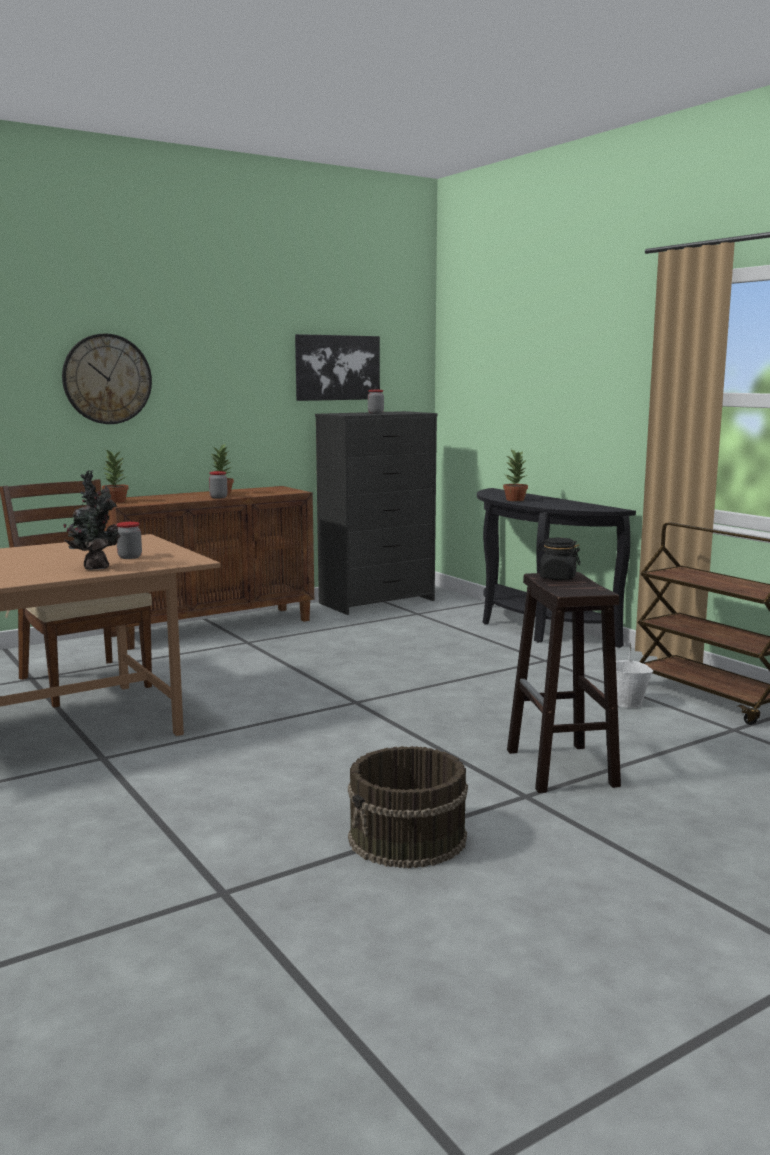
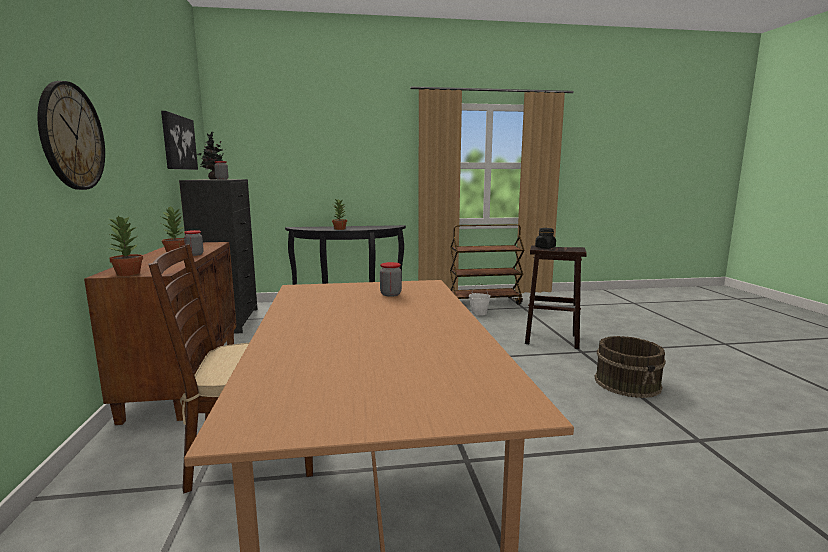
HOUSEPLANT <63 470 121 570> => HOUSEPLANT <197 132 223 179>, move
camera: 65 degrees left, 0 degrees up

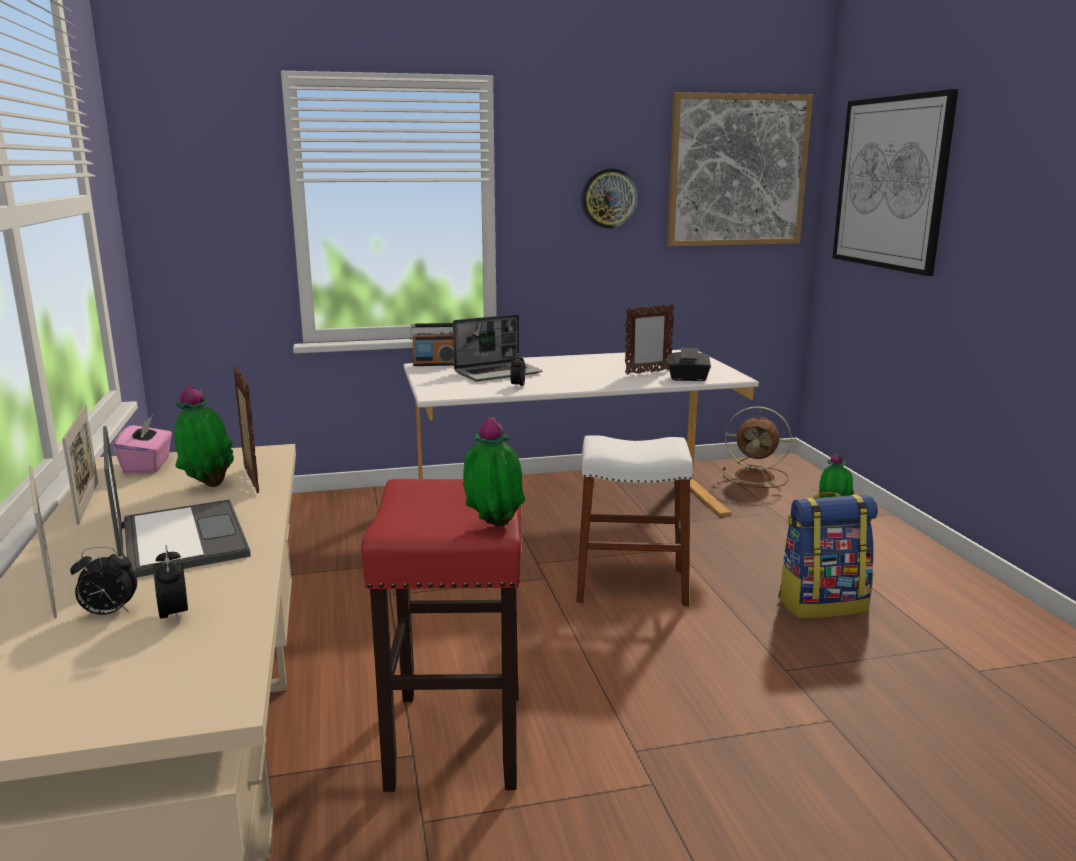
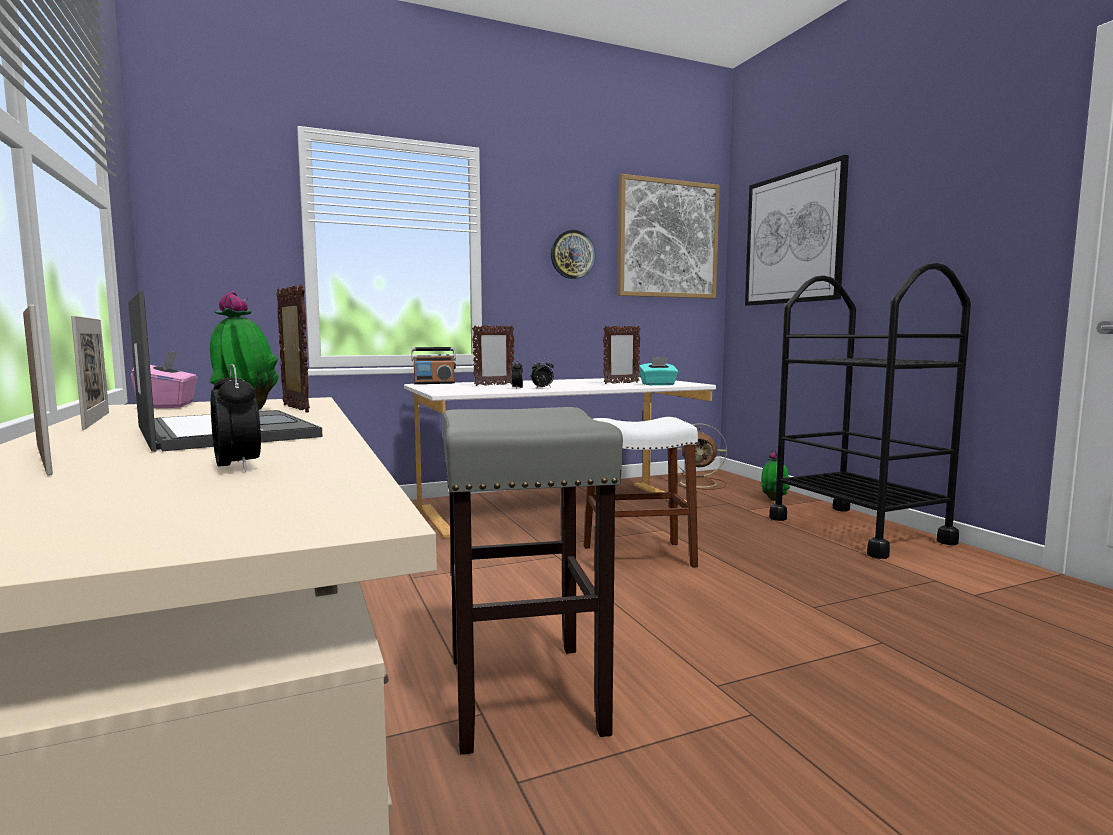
PORTABLE COMPUTER <453 314 542 381> => PICTURE FRAME <472 325 514 386>
BLACK TISSUE BOX <667 348 711 381> => TURQUOISE-COLOURED TISSUE BOX <639 357 678 385>
HOUSEPLANT <463 417 526 526> => nothing
REDDISH STOOL <361 479 521 792> => GREY STOOL <443 407 623 755>
BACKPACK <778 492 878 618> => nothing
ALARM CLOCK <70 547 137 617> => ALARM CLOCK <531 358 554 387>, move
nothing => BLACK CART <769 263 971 559>
camera: 10 degrees left, 10 degrees down

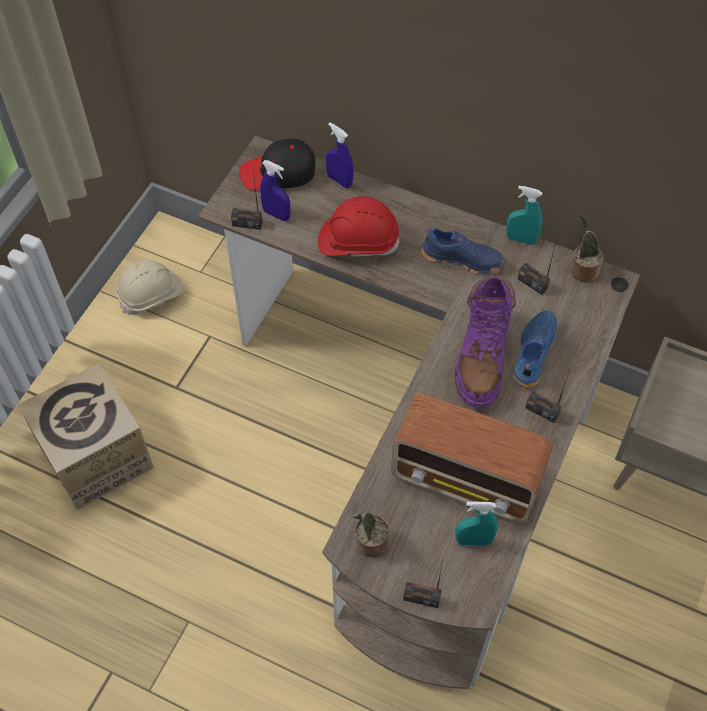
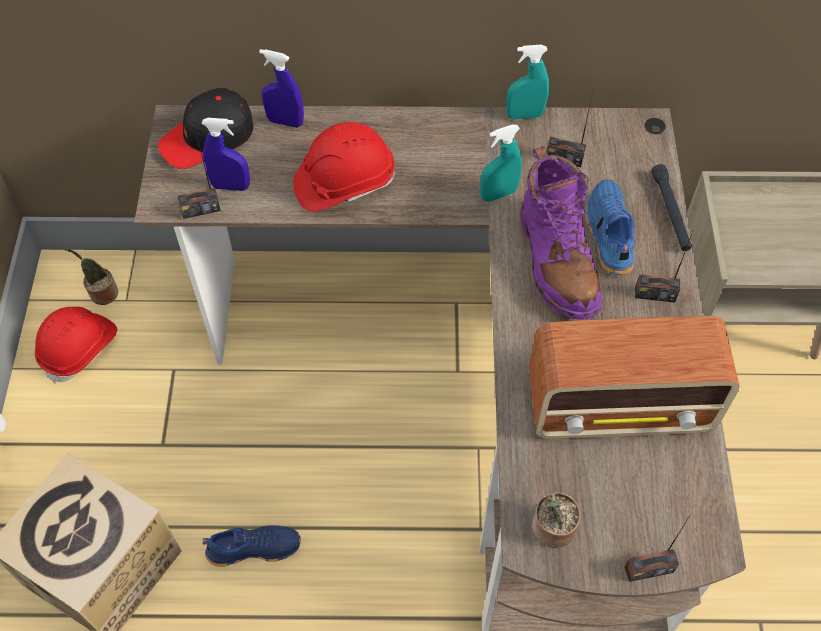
HOUSEPLANT <570 215 603 282> => HOUSEPLANT <64 248 118 305>, move
BLUISH ITEM OF FOOTWEAR <421 227 504 274> => BLUISH ITEM OF FOOTWEAR <203 525 301 567>, move
BEIGE WORK HELMET <116 260 185 315> => REDDISH WORK HELMET <35 307 117 384>
TURQUOISE-COLOURED SPRAY BOTTLE <455 501 498 546> => TURQUOISE-COLOURED SPRAY BOTTLE <480 124 522 202>, move
nothing => BLACK FLASHLIGHT <651 164 692 251>
camera: 25 degrees left, 0 degrees up

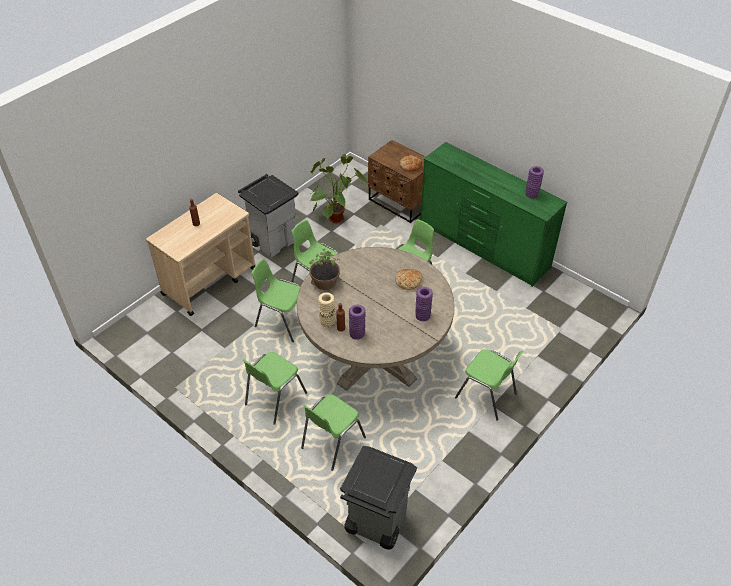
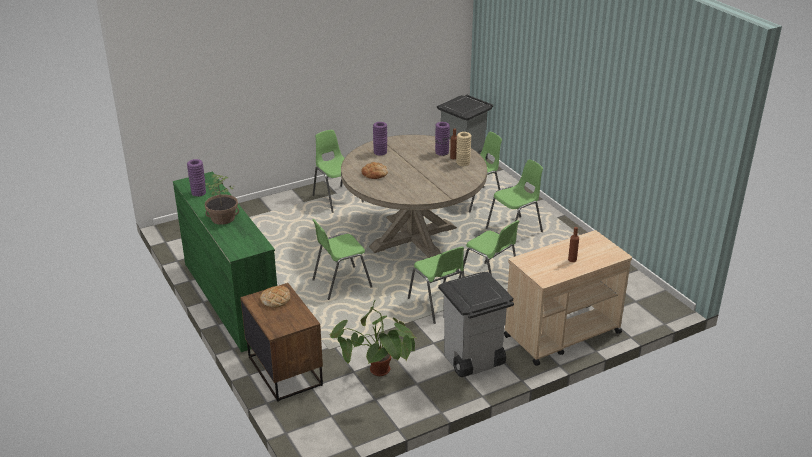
HOUSEPLANT <309 249 340 290> => HOUSEPLANT <205 174 239 225>, move
camera: 160 degrees left, 15 degrees down

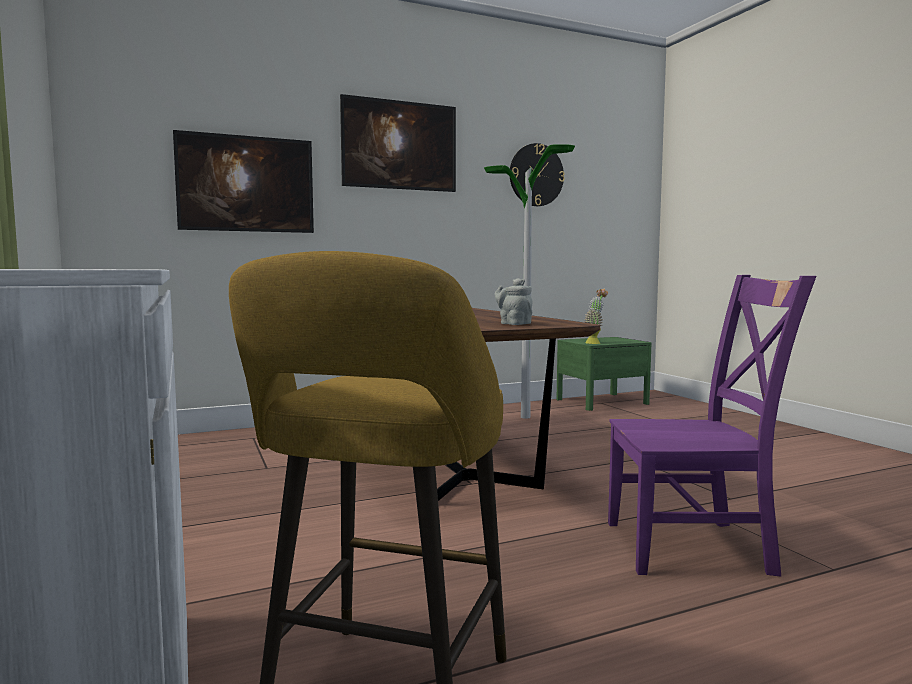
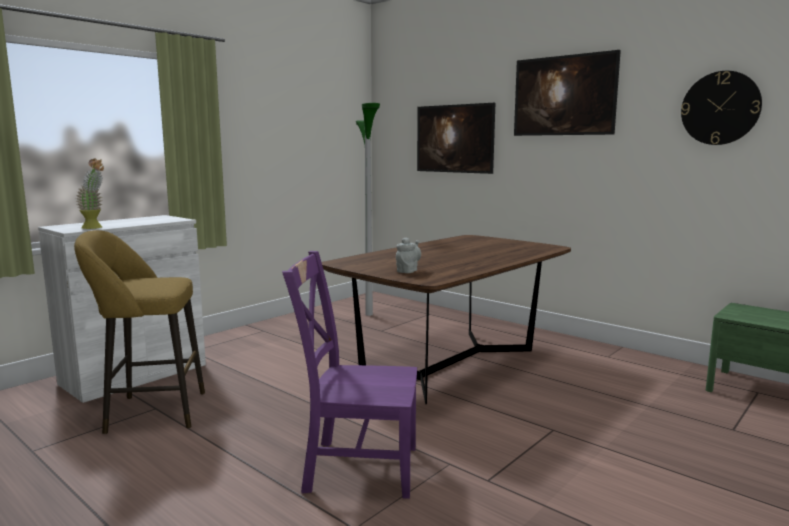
FLOOR LAMP <484 144 575 419> => FLOOR LAMP <356 103 380 316>, move
PURPLE-COLOURED CHAIR <608 275 816 576> => PURPLE-COLOURED CHAIR <282 251 417 499>, 120 degrees clockwise
HOUSEPLANT <584 289 608 344> => HOUSEPLANT <76 159 104 229>, move
camera: 65 degrees right, 5 degrees up

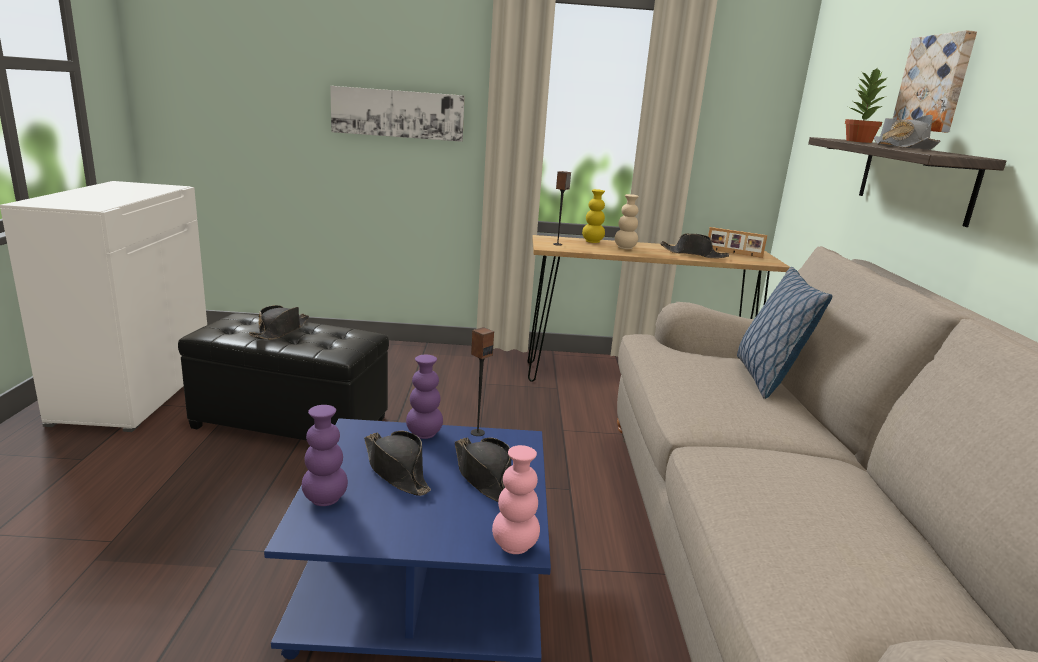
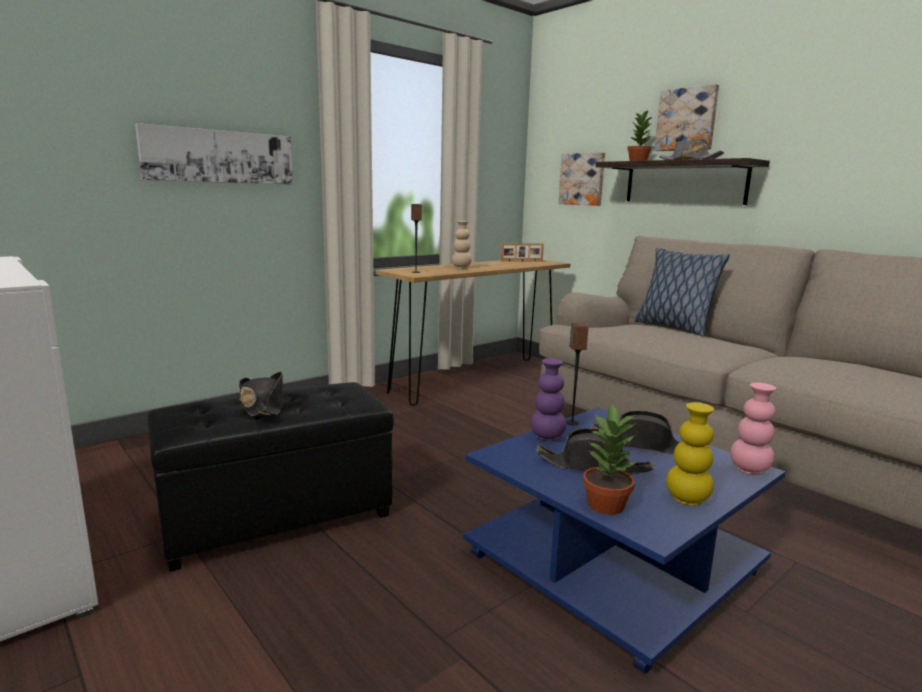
YELLOWISH DECORATIVE VASE <582 189 605 243> => YELLOWISH DECORATIVE VASE <666 402 714 506>, move
BLACK HAT <660 233 729 258> => nothing
PURPLE-COLOURED DECORATIVE VASE <302 405 348 506> => HOUSEPLANT <583 404 637 515>
nothing => PICTURE <558 152 605 206>
camera: 40 degrees left, 5 degrees down

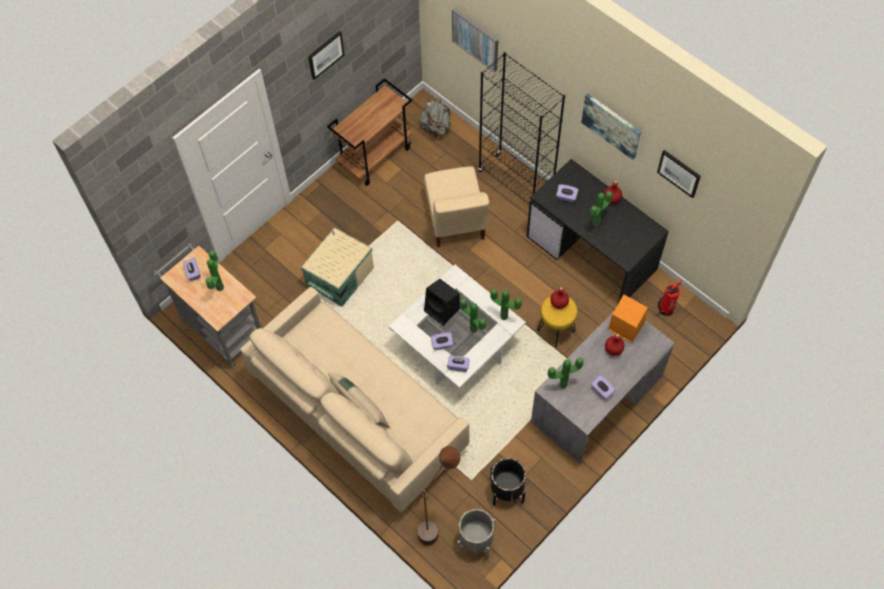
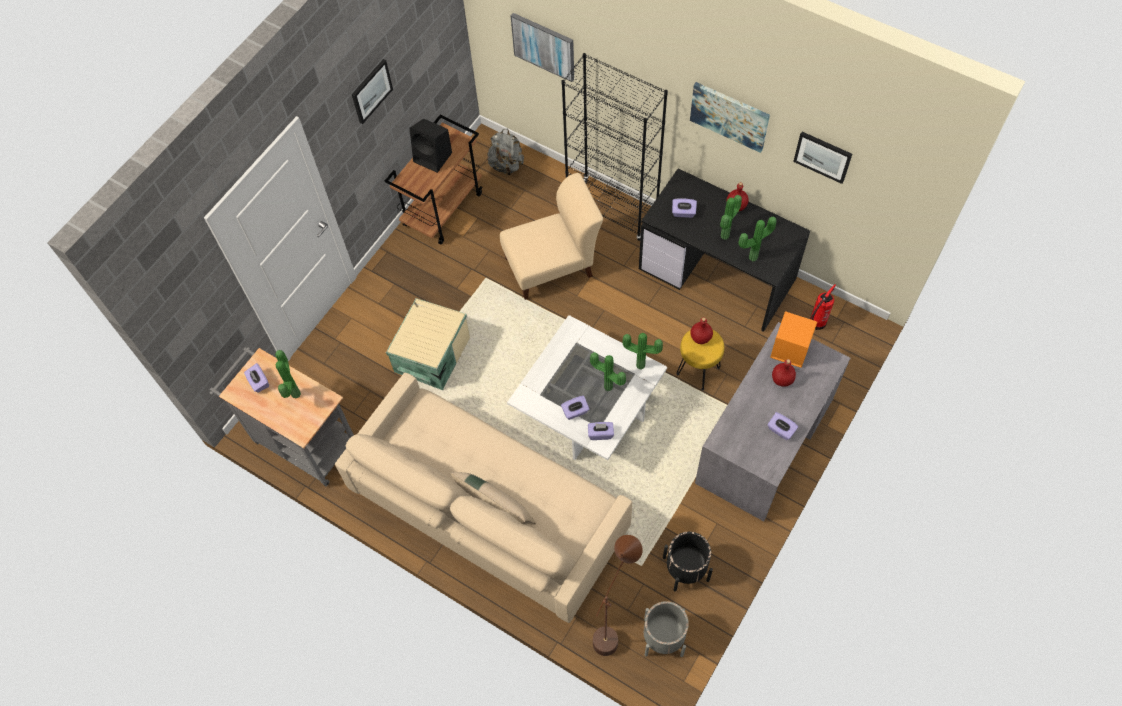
BEIGE CHAIR <424 166 489 247> => BEIGE CHAIR <500 173 603 300>, 90 degrees counterclockwise
BLACK LOUDSPEAKER <424 279 460 326> => BLACK LOUDSPEAKER <410 119 452 173>, move
HOUSEPLANT <548 357 583 389> => HOUSEPLANT <738 217 777 261>, move
camera: 10 degrees left, 0 degrees up

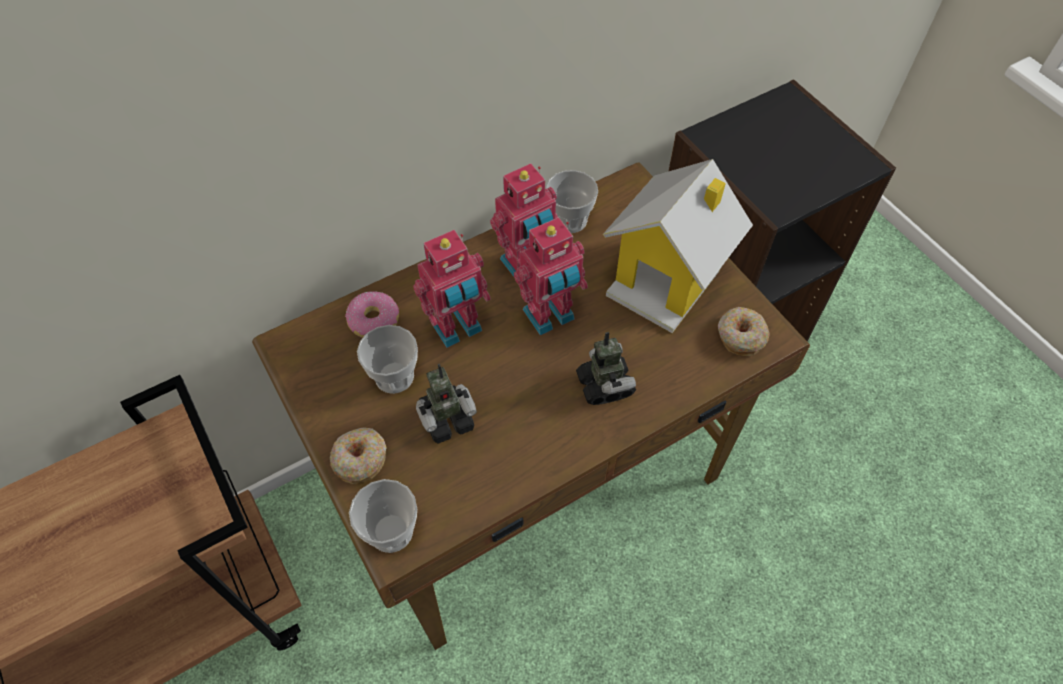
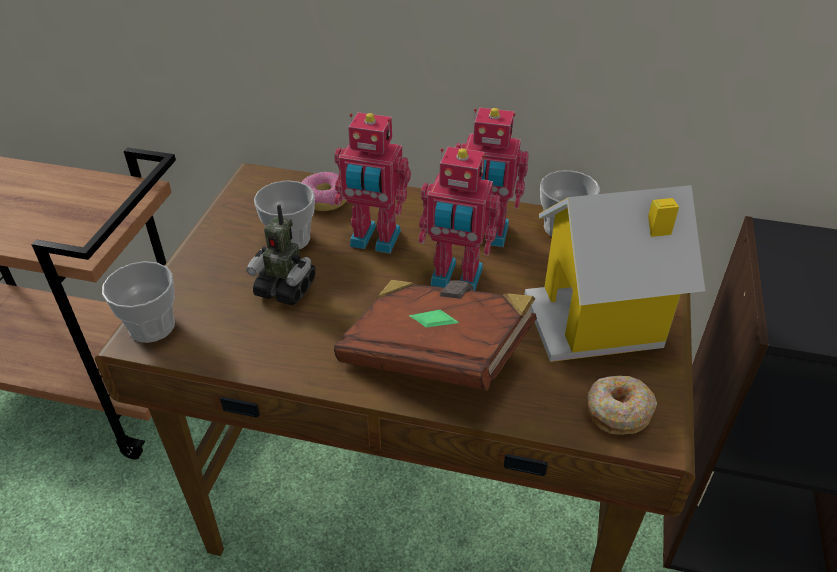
ROBOT FIGURE <576 332 636 405> => BROWN-COLOURED BOUND BOOK <334 280 537 390>
DOUGHNUT <330 427 387 484> => nothing
camera: 45 degrees right, 15 degrees down

